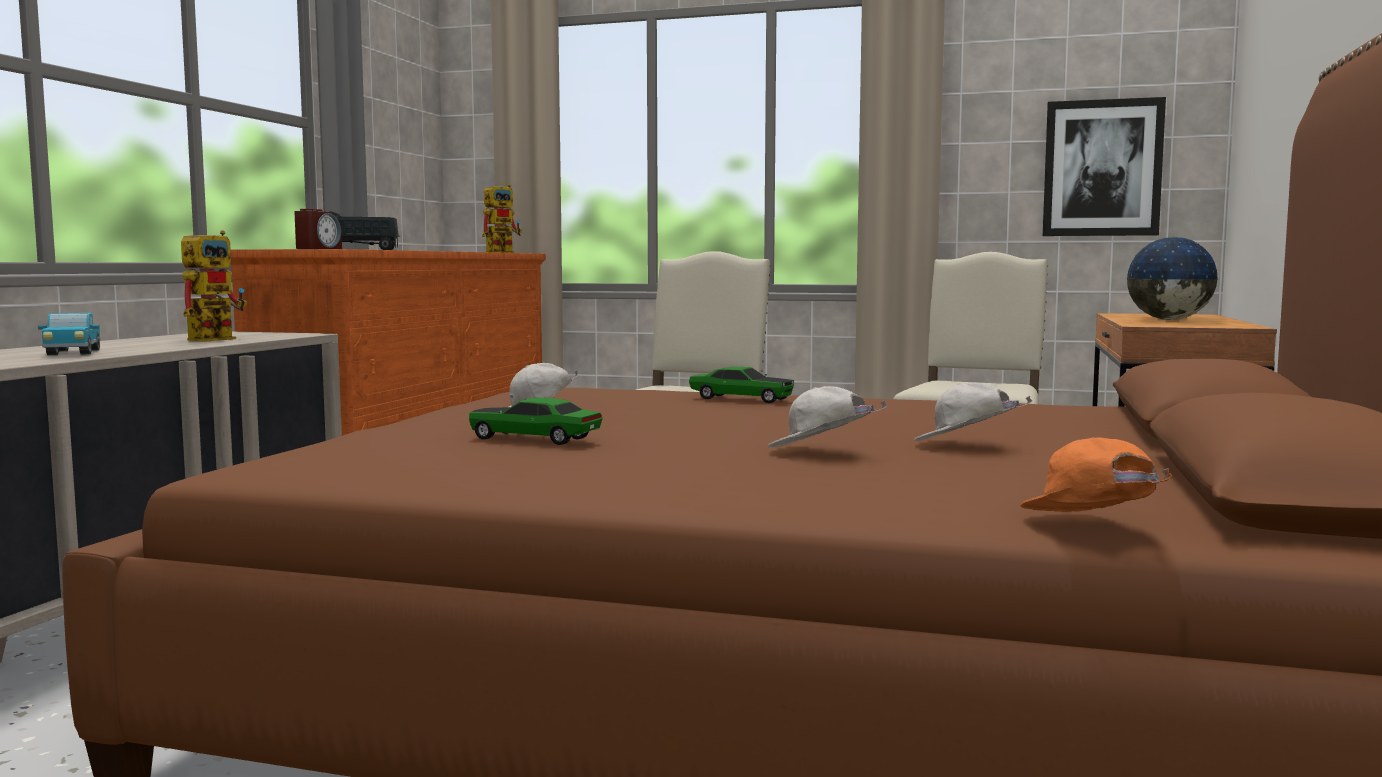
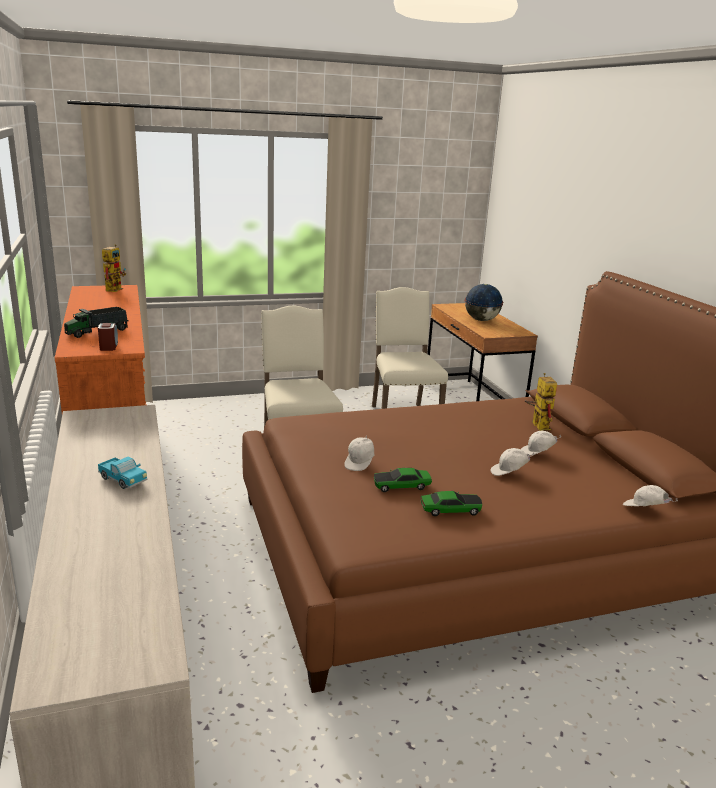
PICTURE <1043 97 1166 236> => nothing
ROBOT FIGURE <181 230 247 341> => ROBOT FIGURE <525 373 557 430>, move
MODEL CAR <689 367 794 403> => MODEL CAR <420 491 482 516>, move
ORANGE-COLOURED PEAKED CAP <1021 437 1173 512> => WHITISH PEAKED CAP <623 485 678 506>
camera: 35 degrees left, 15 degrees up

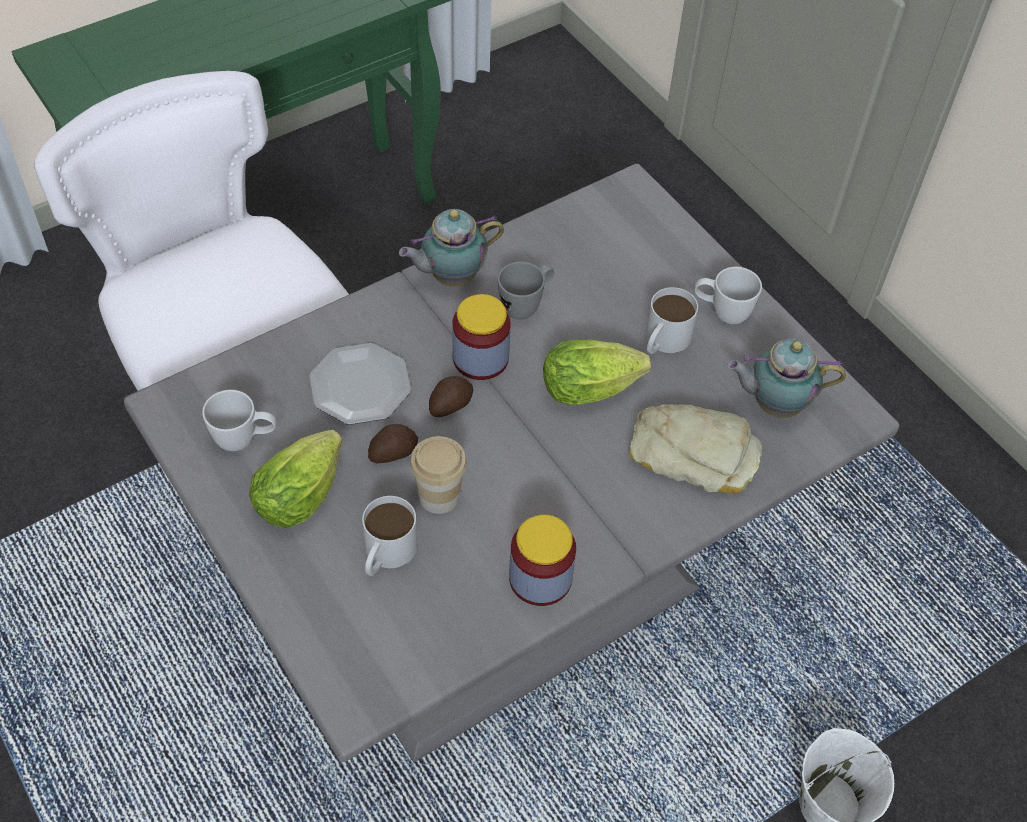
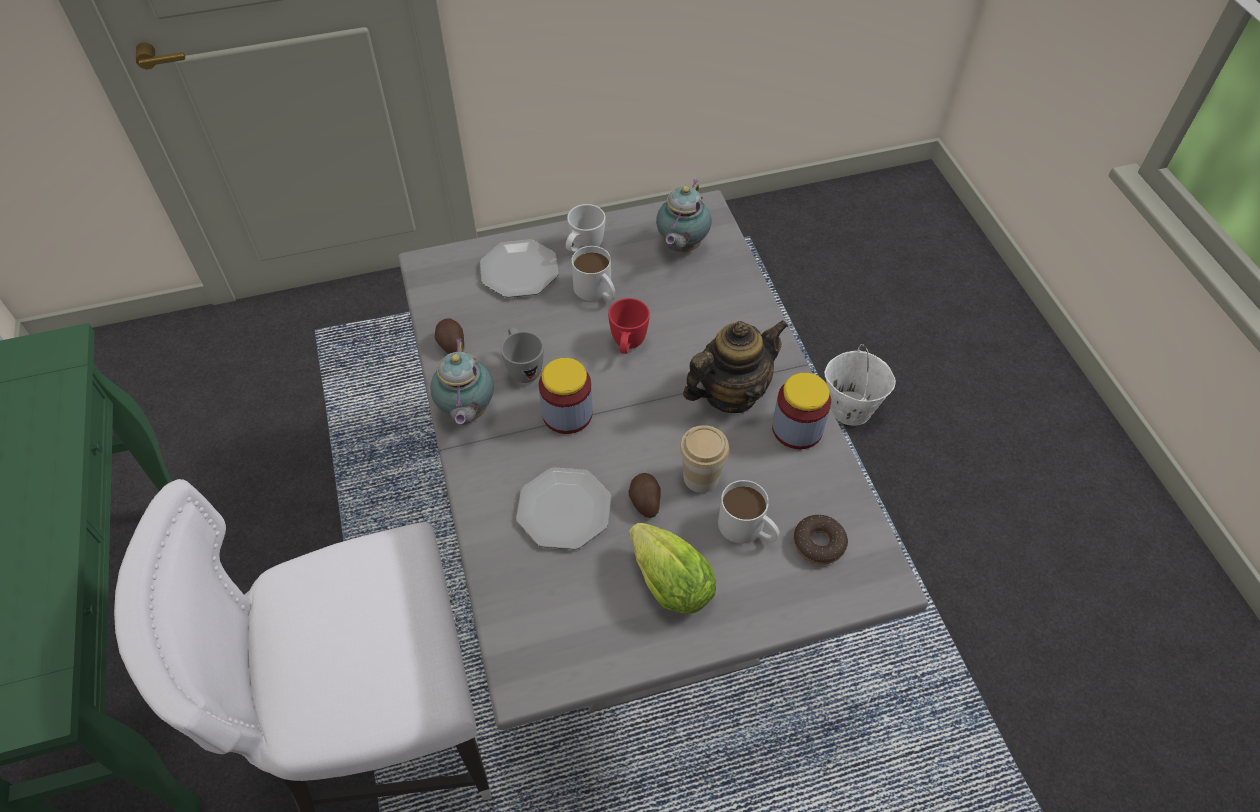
HEAD OF LETTUCE <543 340 651 405> => REDDISH COFFEE MUG <608 298 650 354>
WHOLE POTATO <429 376 473 417> => WHOLE POTATO <435 318 464 354>, move
WHITISH COFFEE MUG <202 390 276 451> => nothing
BAKED BREAD <629 404 762 494> => nothing
nothing => DINNER PLATE <480 239 558 298>
nothing => TEA POT <683 320 789 413>
nothing => DOUGHNUT <794 515 848 565>
camera: 70 degrees left, 0 degrees up

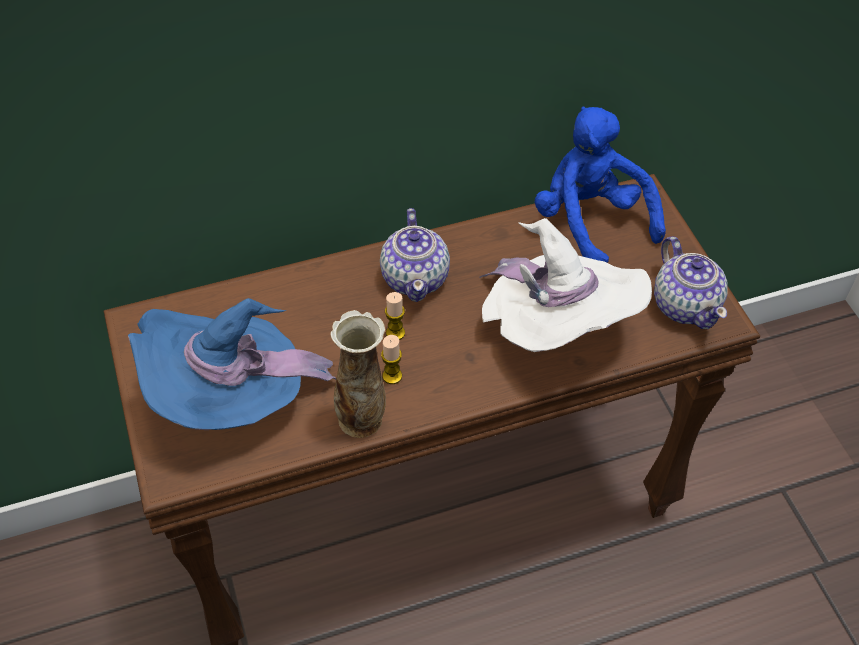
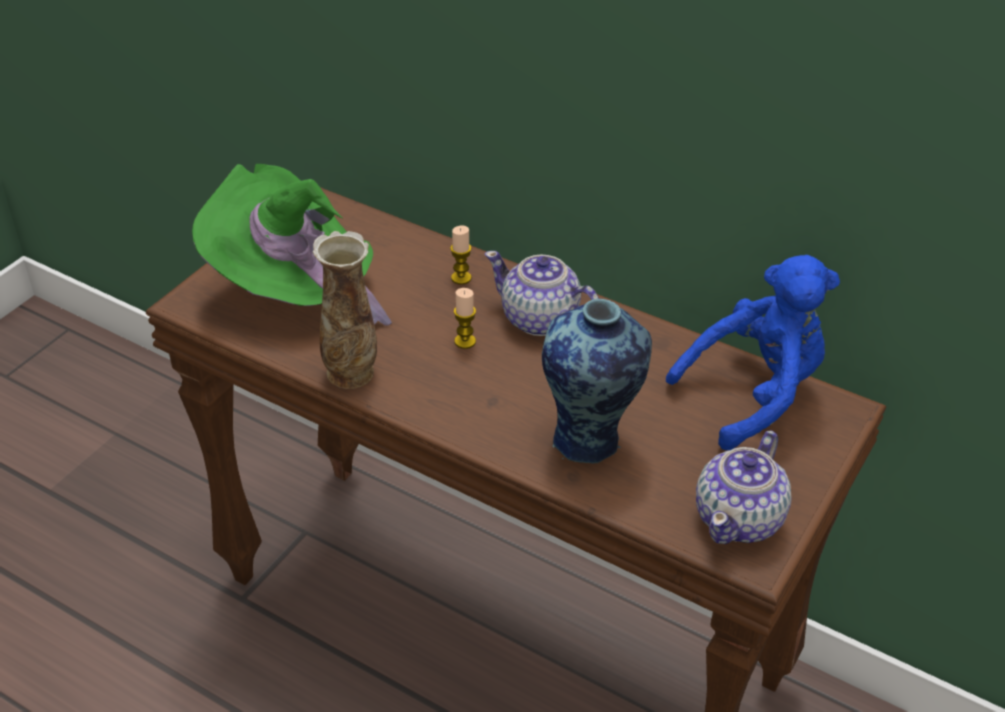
BLUISH CUDDLY TOY <535 106 666 263> => BLUISH CUDDLY TOY <666 255 840 450>, 45 degrees clockwise
TEA POT <380 208 450 302> => TEA POT <485 251 599 336>, 75 degrees clockwise
WHITISH HAT <480 218 652 352> => DECORATIVE VASE <542 299 652 464>
BLUISH HAT <128 298 336 430> => GREEN-COLOURED HAT <192 164 392 326>
WAX CANDLE <381 335 402 384> => WAX CANDLE <450 226 472 285>, move
camera: 50 degrees right, 10 degrees down

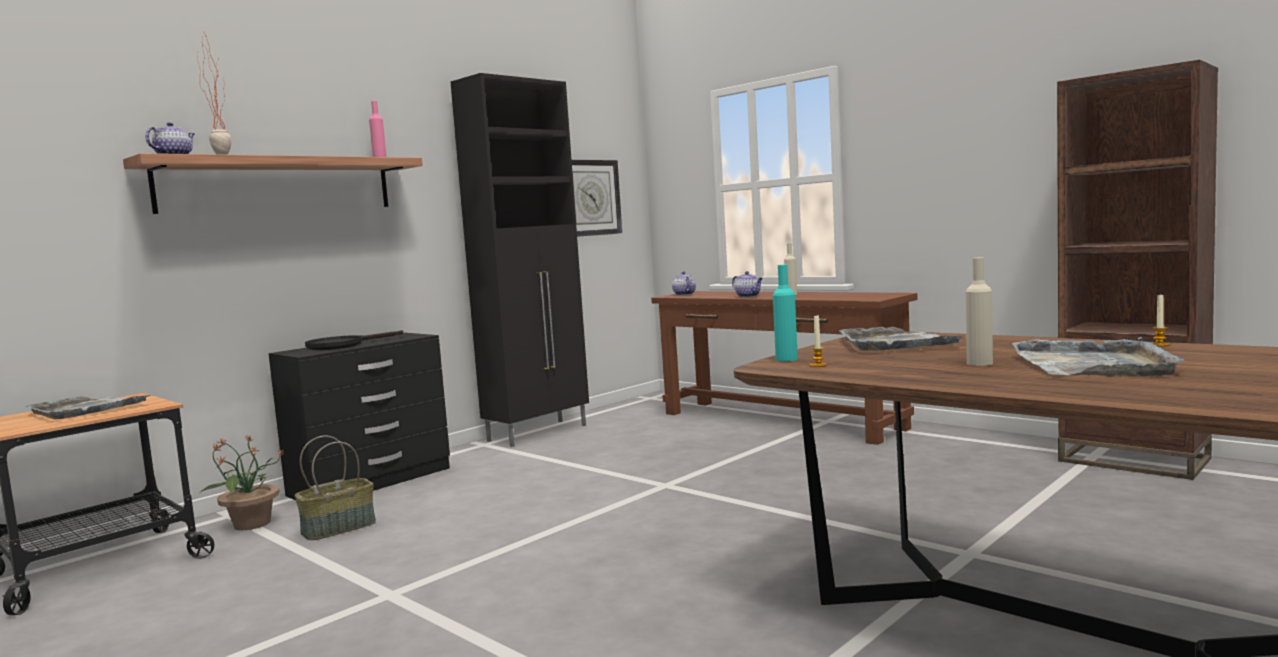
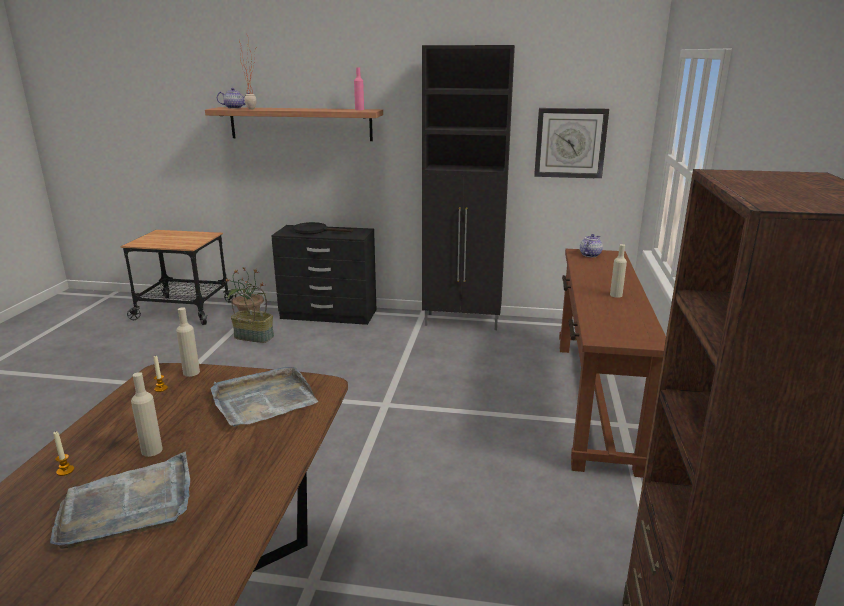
TURQUOISE-COLOURED BEVERAGE BOTTLE <773 265 798 361> => BEIGE BEVERAGE BOTTLE <176 307 200 377>
TEA POT <732 271 763 297> => nothing
WAX CANDLE <1151 293 1170 347> => WAX CANDLE <53 431 74 476>, move
GREY CARRYING TRAY <25 395 150 419> => nothing
camera: 55 degrees right, 15 degrees up

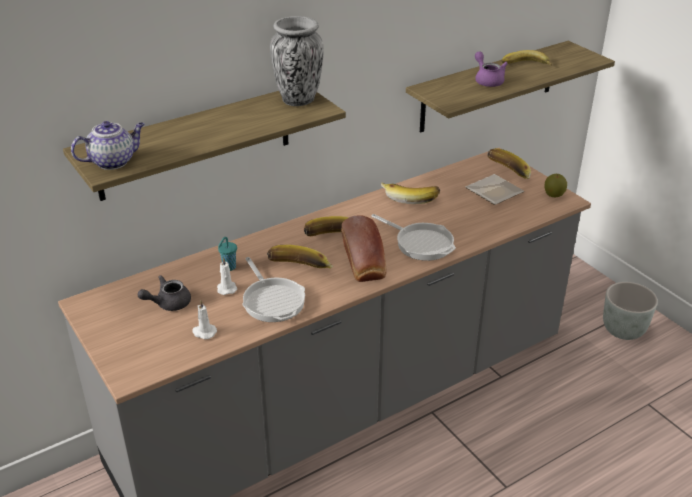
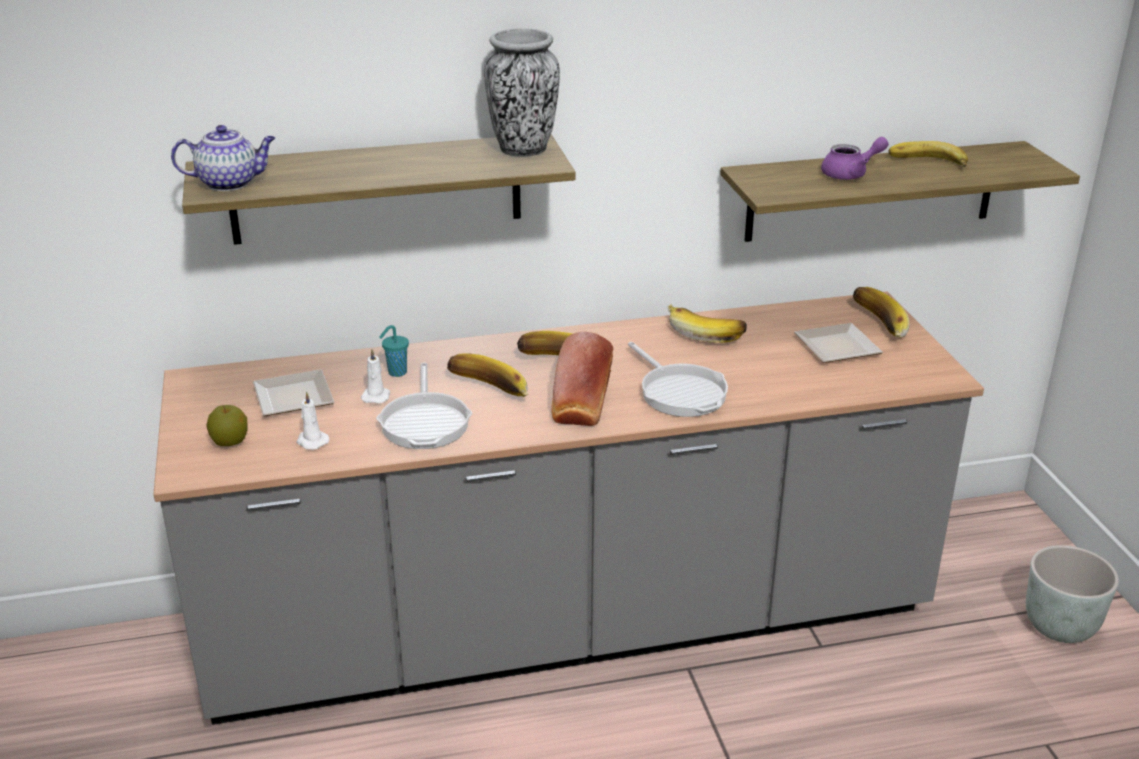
PURPLE-COLOURED TEA POT <475 51 508 87> => PURPLE-COLOURED TEA POT <821 137 888 180>, 75 degrees clockwise
WHOLE APPLE <544 174 567 197> => WHOLE APPLE <206 405 248 446>, move
GREY TEA POT <138 275 191 311> => DINNER PLATE <253 369 335 416>
camera: 20 degrees right, 5 degrees down

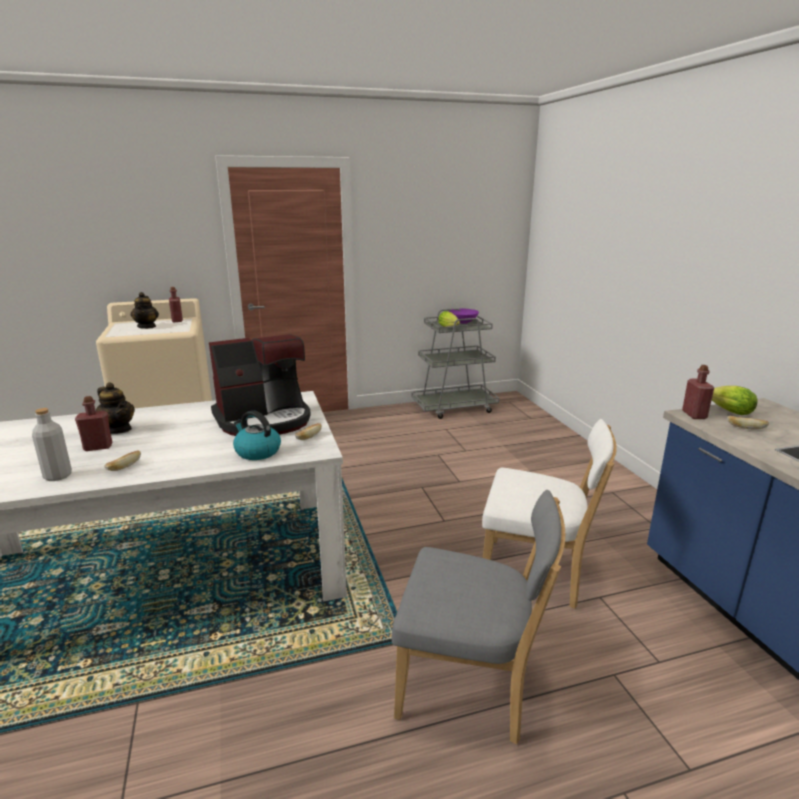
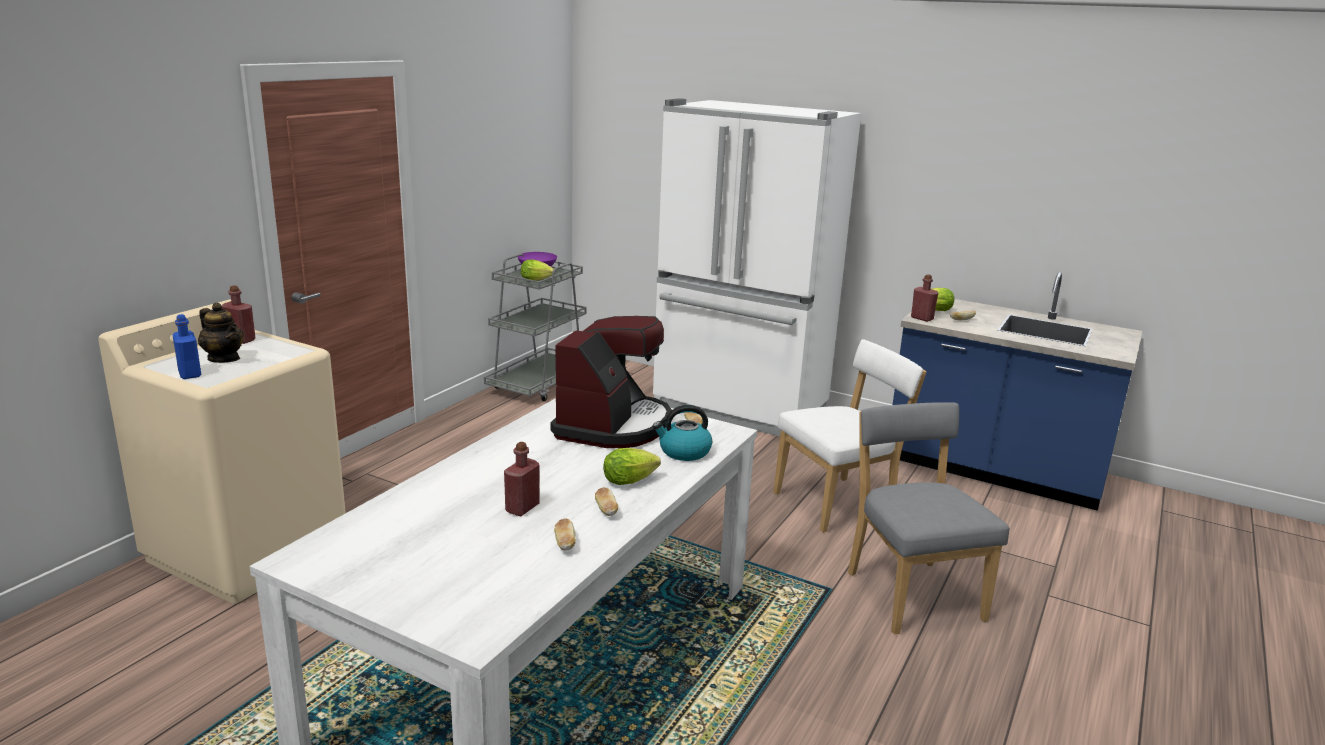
TEA POT <96 382 135 434> => nothing
GREY BEVERAGE BOTTLE <32 408 72 481> => BAKED BREAD <554 518 576 551>
GREY CHAIR <392 490 565 745> => GREY CHAIR <848 402 1009 634>, 75 degrees counterclockwise
nothing => WHITISH REFRIGERATOR <653 98 861 437>
nothing => BLUISH BEVERAGE BOTTLE <173 314 201 379>
nothing => HEAD OF LETTUCE <603 448 661 485>
camera: 45 degrees left, 0 degrees up

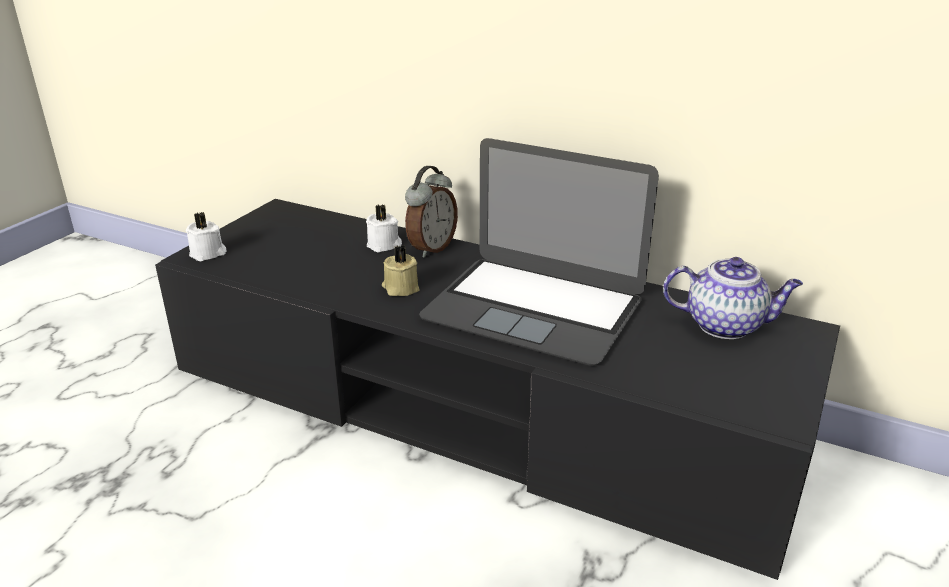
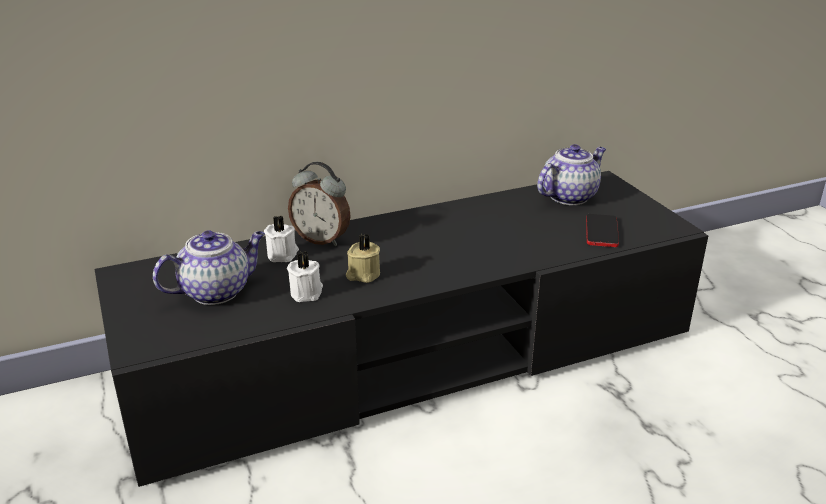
PORTABLE COMPUTER <419 138 659 366> => nothing
ALARM CLOCK <405 166 458 258> => ALARM CLOCK <288 162 351 246>, 135 degrees clockwise
WHITISH WAX CANDLE <186 212 227 261> => WHITISH WAX CANDLE <287 252 323 302>, move
nothing => TELEPHONE <586 214 619 247>
nothing => TEA POT <153 231 265 305>
camera: 50 degrees left, 0 degrees up

